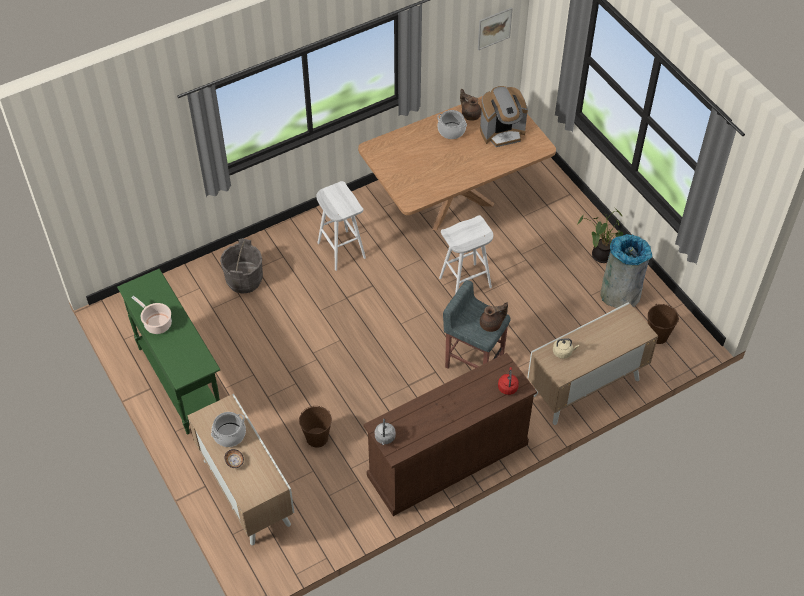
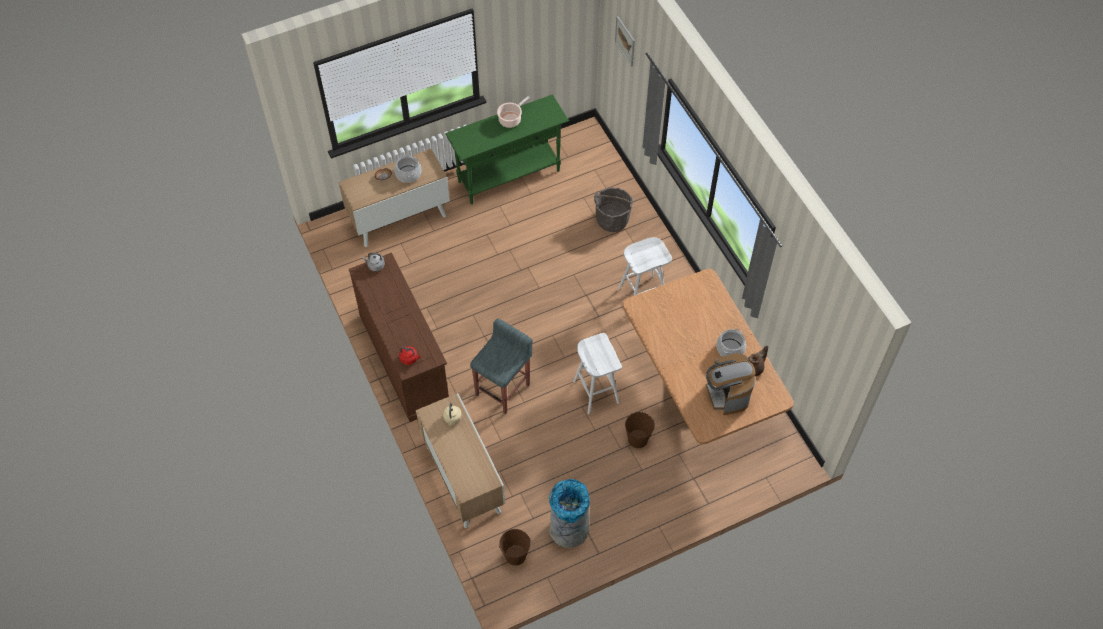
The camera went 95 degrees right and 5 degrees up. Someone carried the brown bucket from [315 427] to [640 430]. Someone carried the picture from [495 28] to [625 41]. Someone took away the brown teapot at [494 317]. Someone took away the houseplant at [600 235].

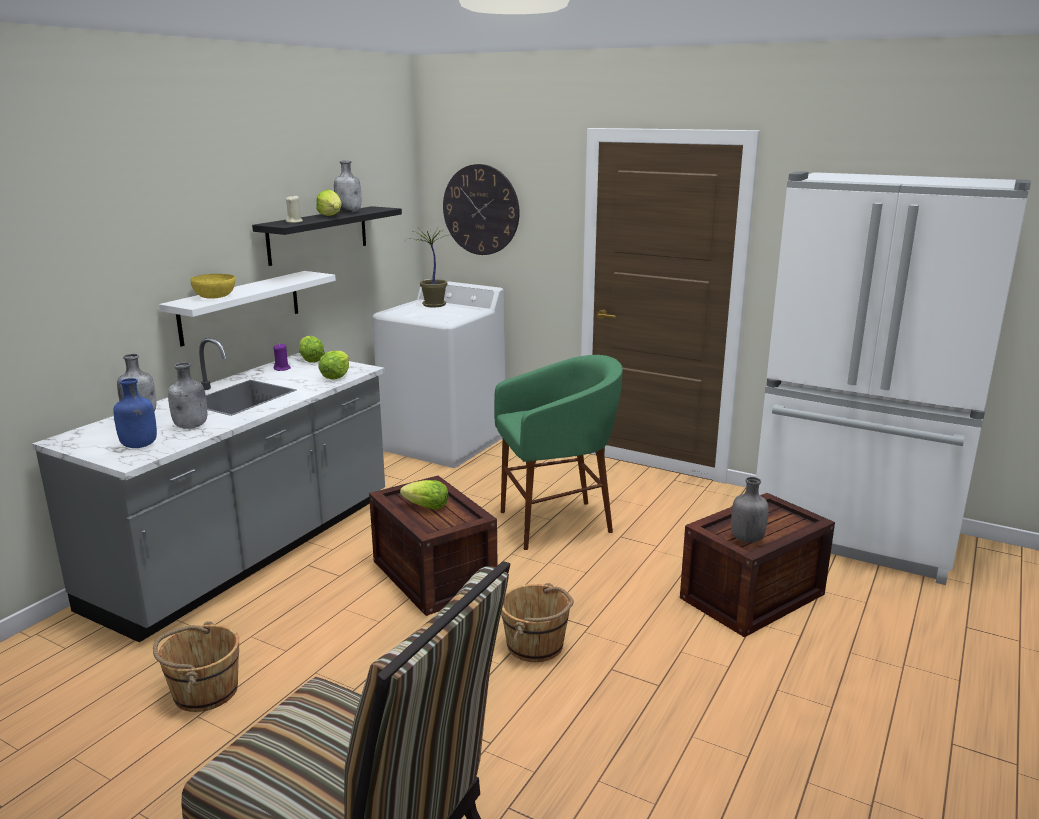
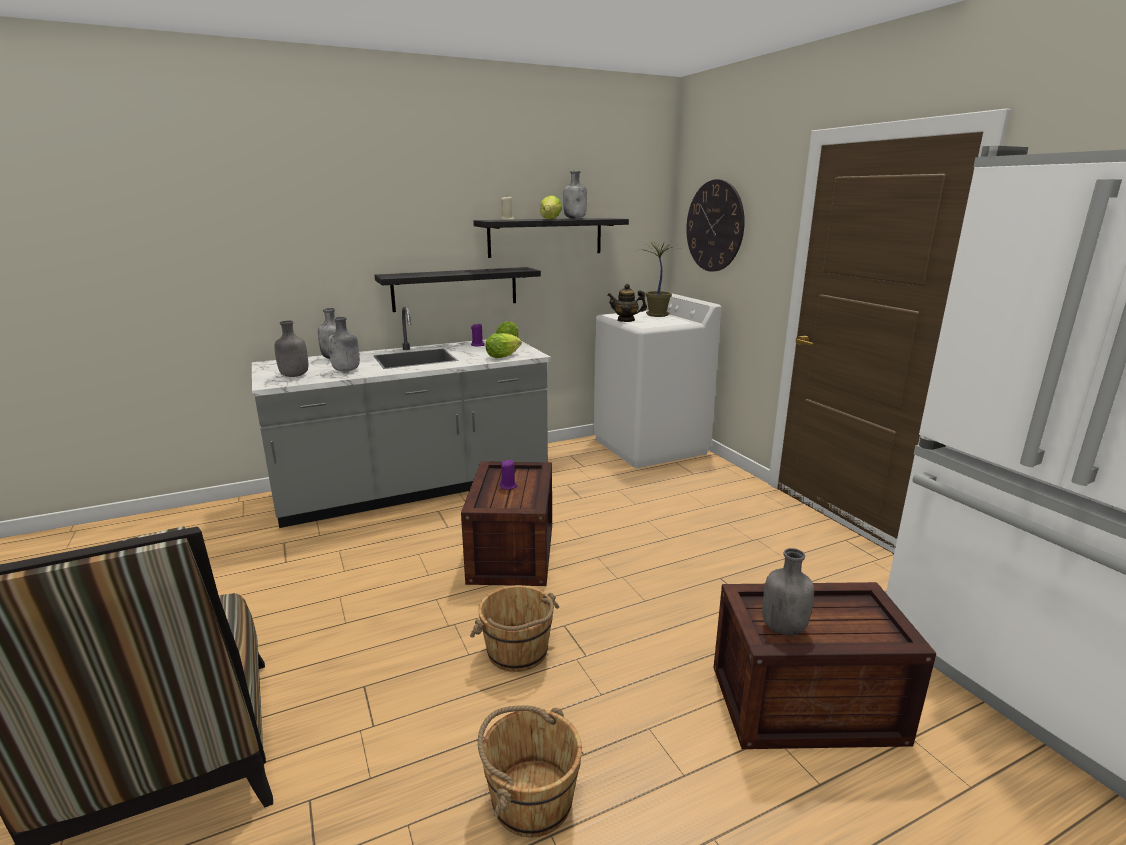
The camera went 35 degrees right and 0 degrees up. Someone repainted the blue-coloured drink bottle at [135 413], which became the grey drink bottle at [291 349]. Someone carried the brown bucket from [196 666] to [530 771]. Someone repainted the whitish shelf at [247 309], which became the blackish shelf at [458 289]. Someone took away the yellow bowl at [212 286]. Someone swapped the lettuce head at [424 495] for the purple-coloured wax candle at [508 475]. Someone took away the green-coloured sitting stool at [558 452]. Someone put down the teapot at [627 303].

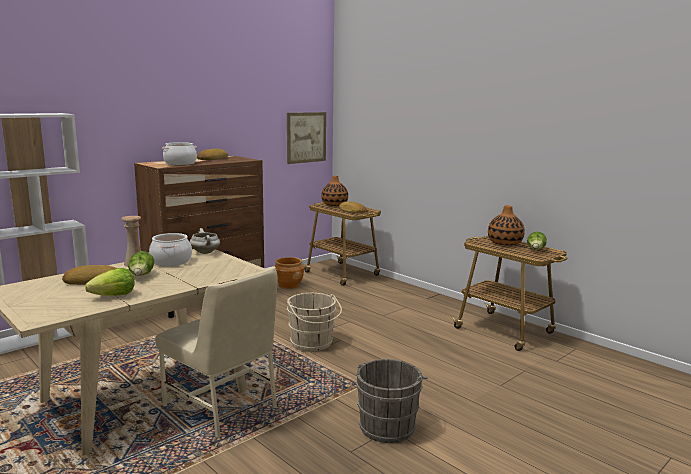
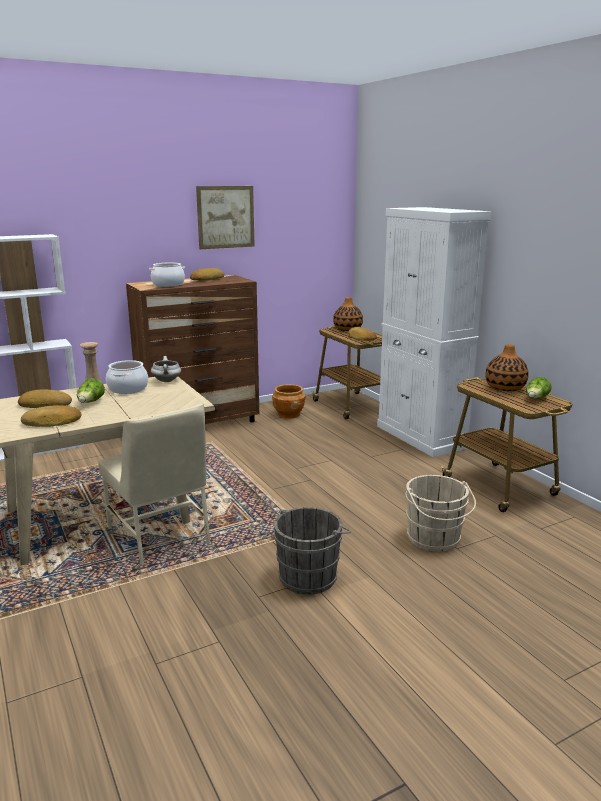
The camera went 15 degrees right and 5 degrees up. Someone swapped the lettuce head at [109 282] for the baked bread at [51 416]. Someone carried the sand-coloured bucket from [314 322] to [440 513]. Someone carried the picture from [306 138] to [225 217]. Someone put down the whitish storage cabinet at [434 332].

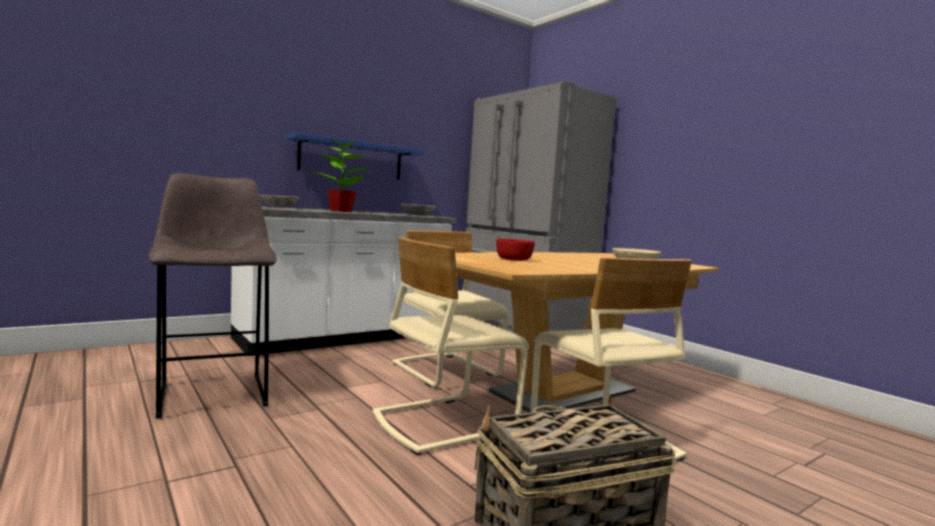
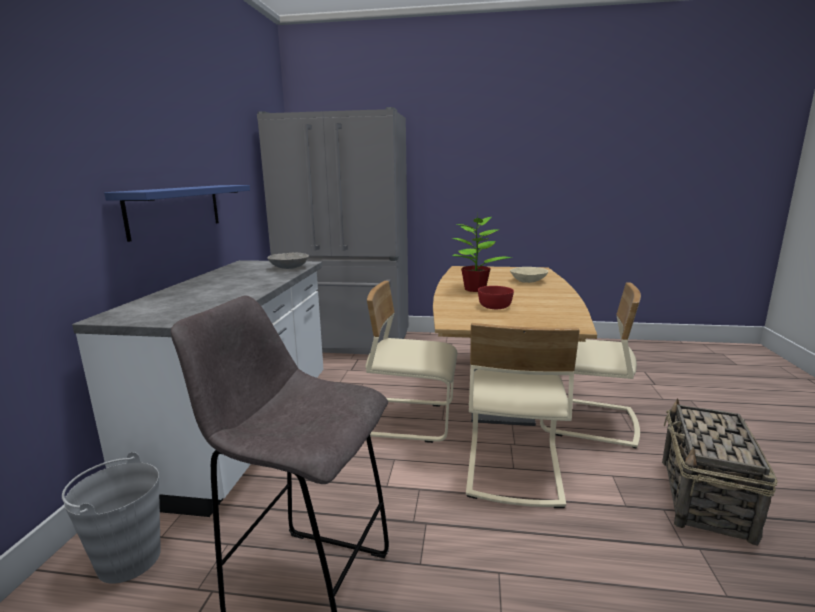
The camera went 45 degrees left and 10 degrees up. Someone took away the grey bowl at [279 201]. Someone carried the houseplant from [341 175] to [482 252]. Someone put down the grey bucket at [111 518].

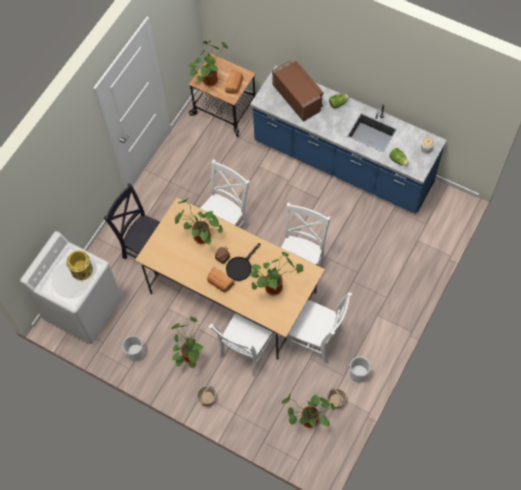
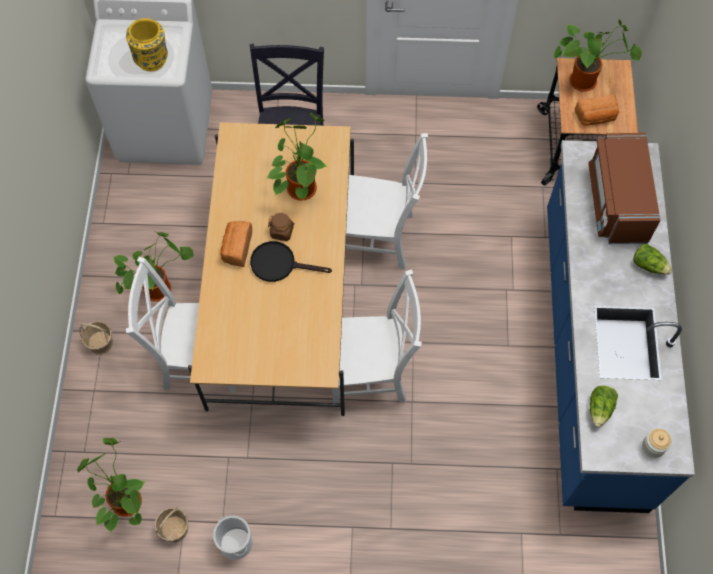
The camera went 60 degrees right and 0 degrees up. Someone took away the bucket at [133 348]. Someone took away the houseplant at [277 274]. Someone rotated the brown microwave at [298 91] by 150 degrees clockwise. Someone took away the whitish chair at [319 328].

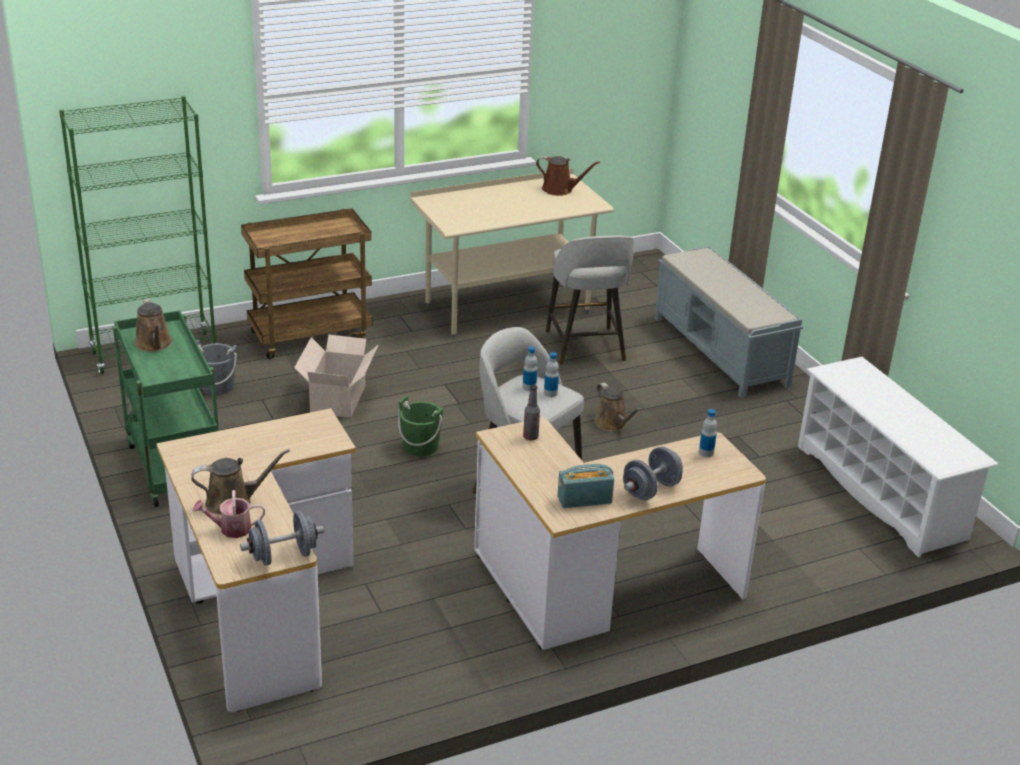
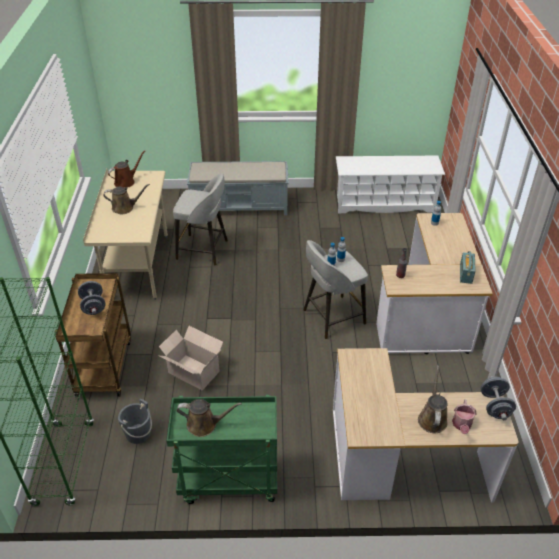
The camera went 65 degrees left and 10 degrees up. Someone took away the green-coloured bucket at [421 426]. Someone carried the brown sprinkling can from [618 407] to [126 199]. Someone carried the grey hand weight from [653 473] to [92 298].

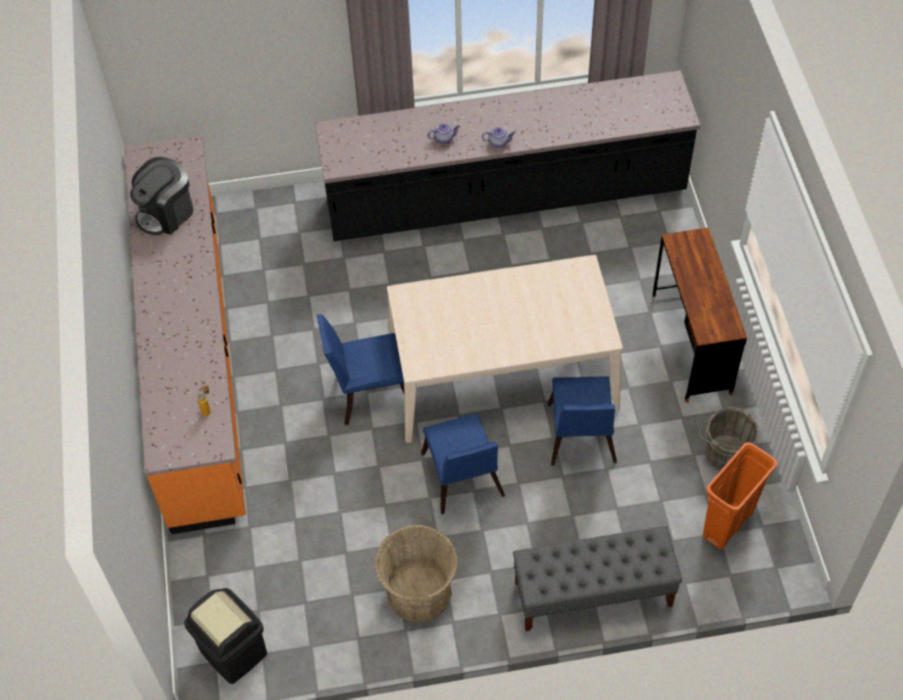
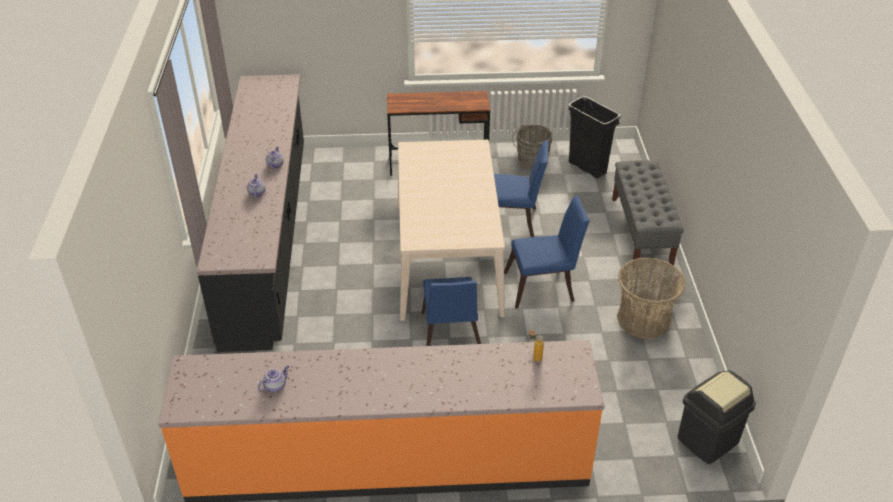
The camera went 85 degrees left and 15 degrees down. Someone swapped the coffee machine at [161 196] for the teapot at [273 379]. Someone repainted the orange-coloured rubbish bin at [740 496], which became the blackish rubbish bin at [595 137].

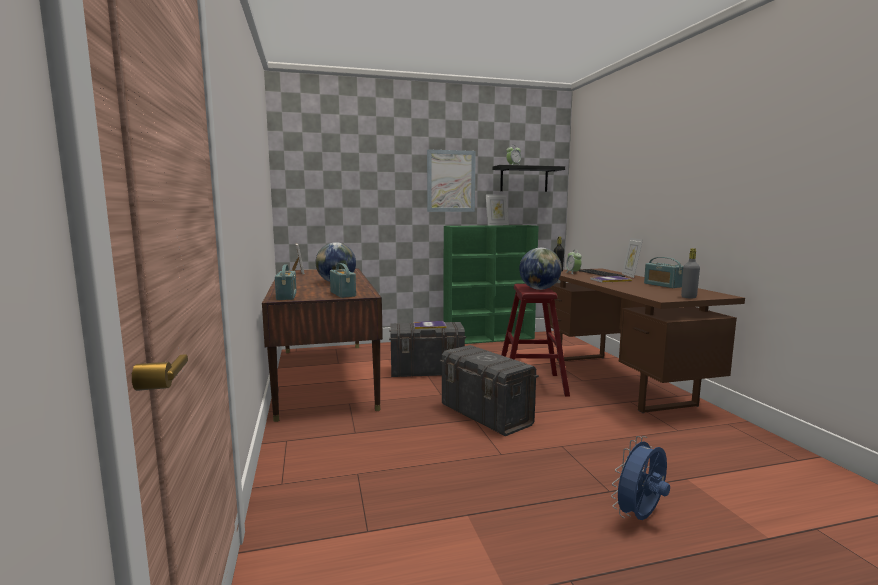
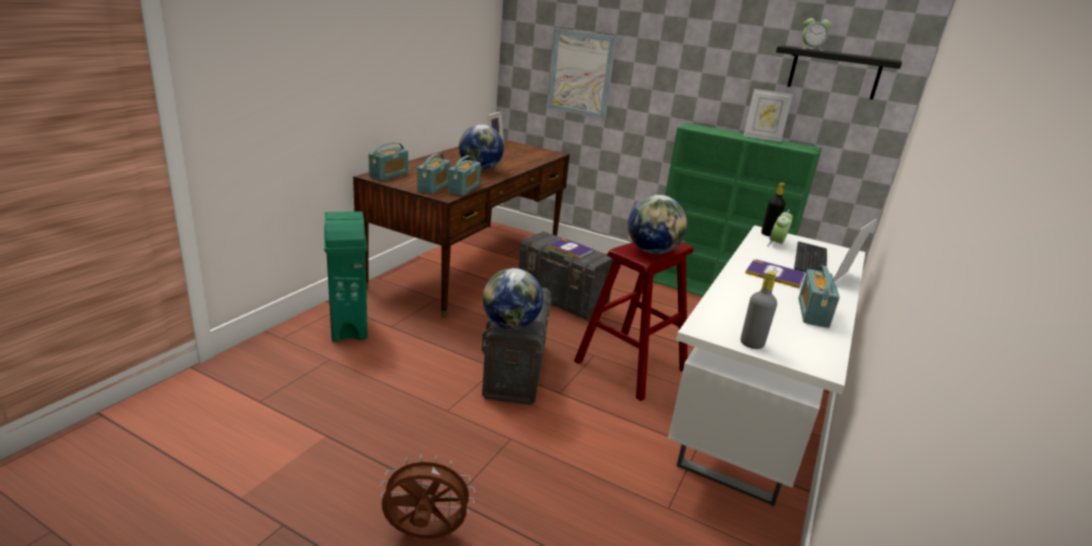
The camera went 40 degrees right and 15 degrees up. Someone carried the picture from [451 180] to [582 73]. Someone repainted the brown desk at [646 340], which became the whitish desk at [766 366]. Someone repainted the blue-coloured cooling fan at [640 478], which became the brown cooling fan at [427 496]. Someone put down the green-coloured rubbish bin at [346 276]. Someone put down the radio set at [464 175]. Someone put down the desk globe at [513 299].

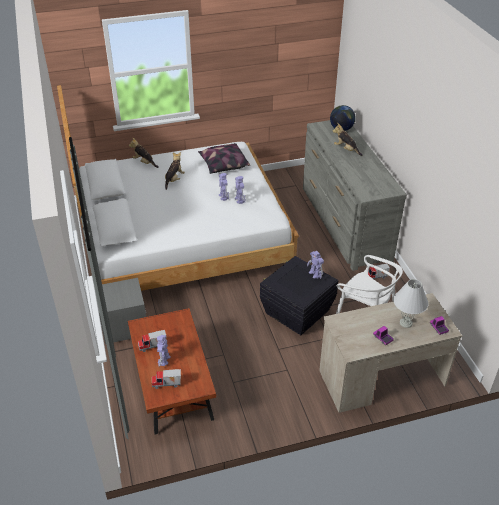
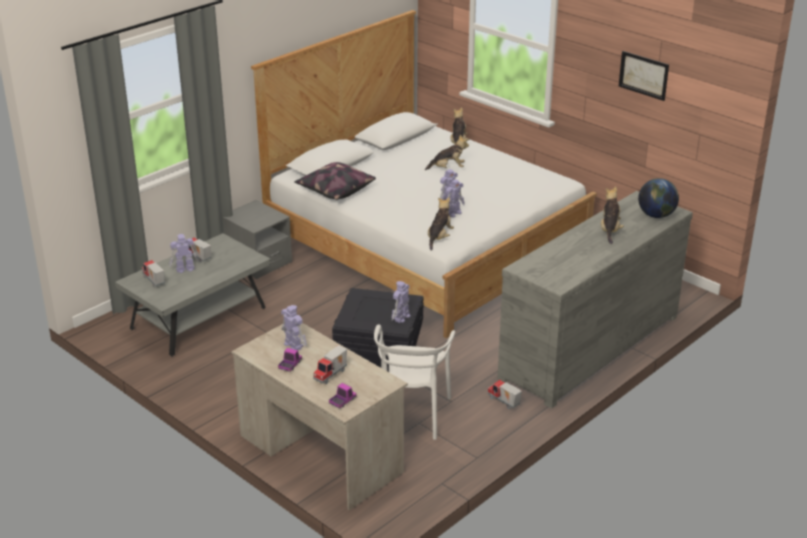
The camera went 60 degrees right and 10 degrees down. Someone repainted the brown coffee table at [172 371], which became the grey coffee table at [193 295]. Someone carried the throw pillow from [224 158] to [335 181]. Someone swapped the whitish lamp for a table at [411 303] for the model truck at [330 364]. Someone put down the robot figure at [294 327]. Someone put down the plush toy at [441 224]. Someone put up the picture at [644 76].

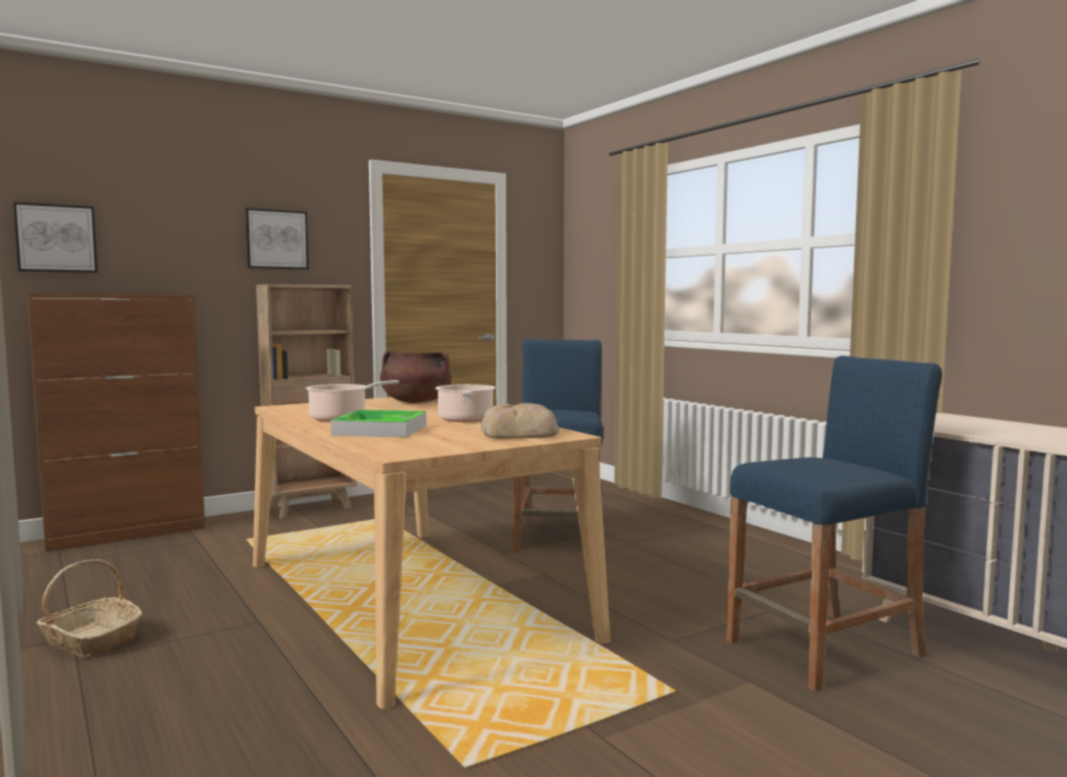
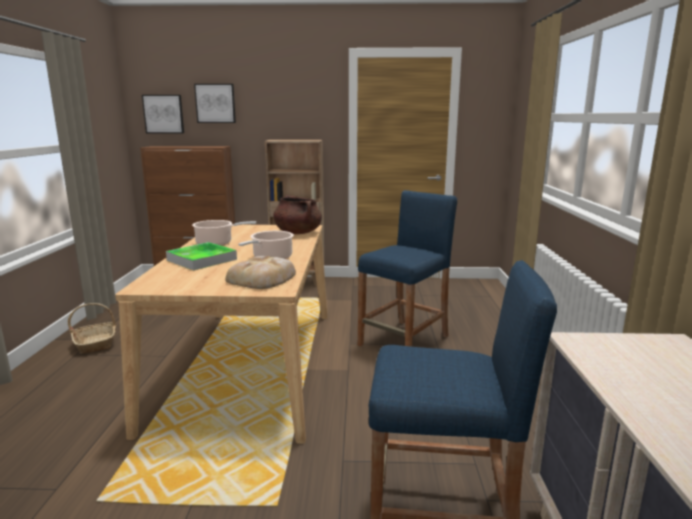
The camera went 35 degrees right and 10 degrees up. Someone carried the picture from [277 238] to [215 103].

